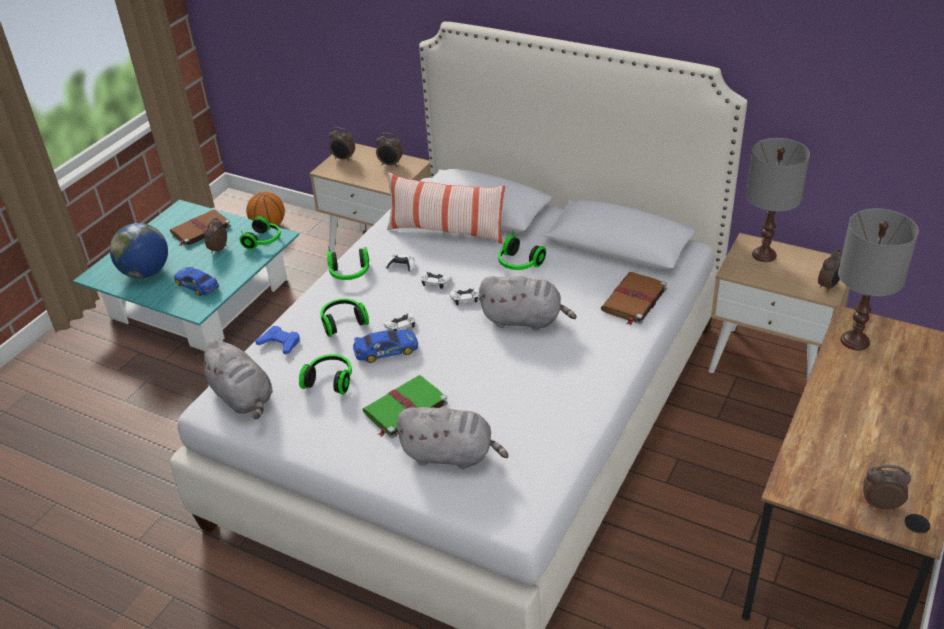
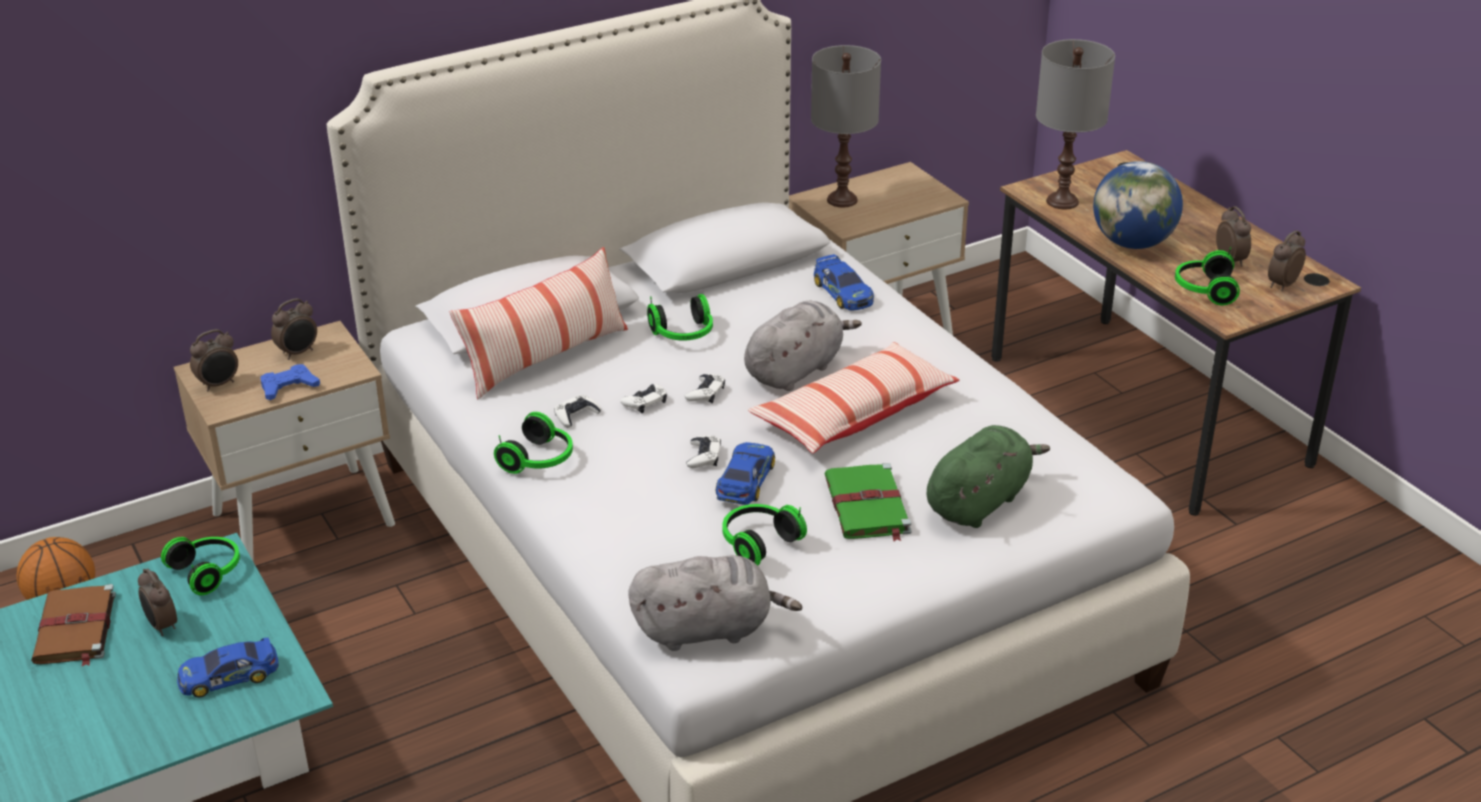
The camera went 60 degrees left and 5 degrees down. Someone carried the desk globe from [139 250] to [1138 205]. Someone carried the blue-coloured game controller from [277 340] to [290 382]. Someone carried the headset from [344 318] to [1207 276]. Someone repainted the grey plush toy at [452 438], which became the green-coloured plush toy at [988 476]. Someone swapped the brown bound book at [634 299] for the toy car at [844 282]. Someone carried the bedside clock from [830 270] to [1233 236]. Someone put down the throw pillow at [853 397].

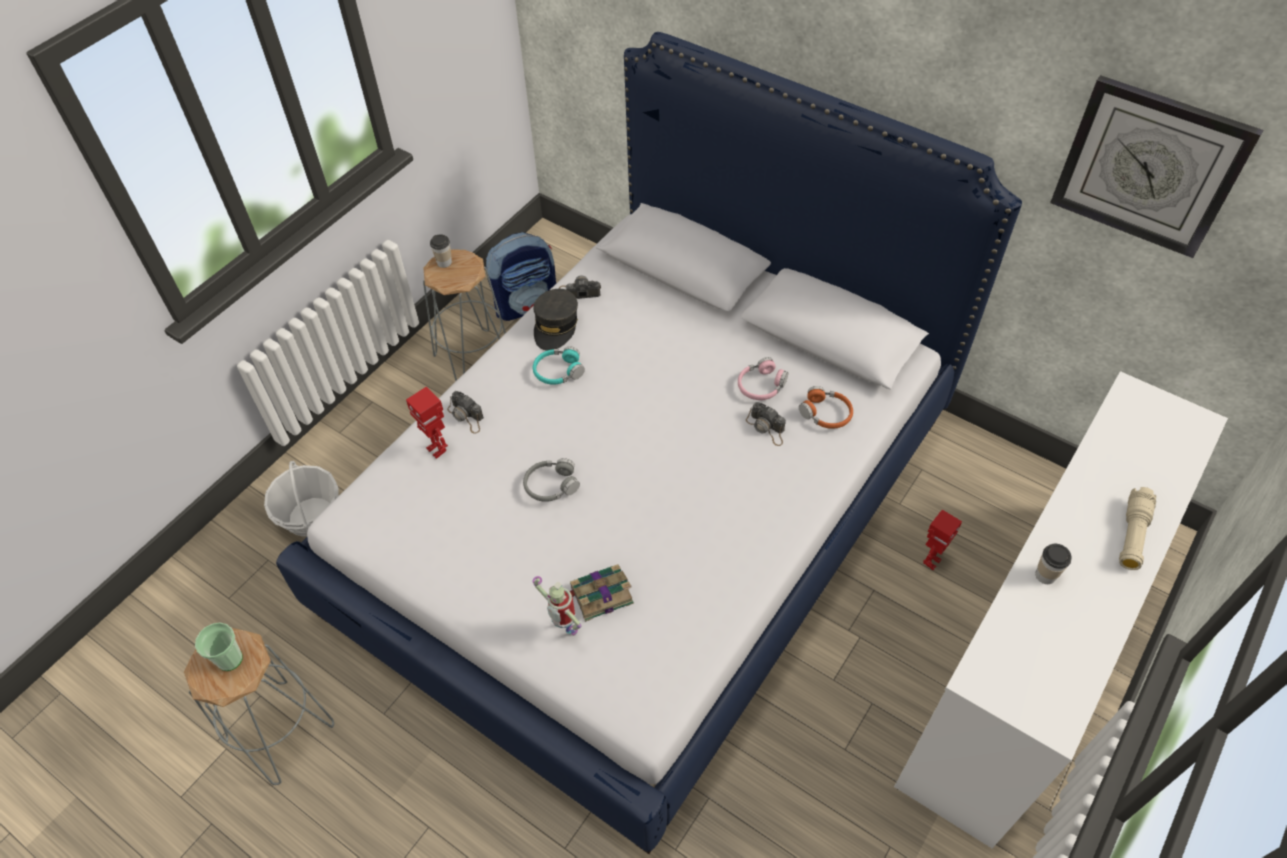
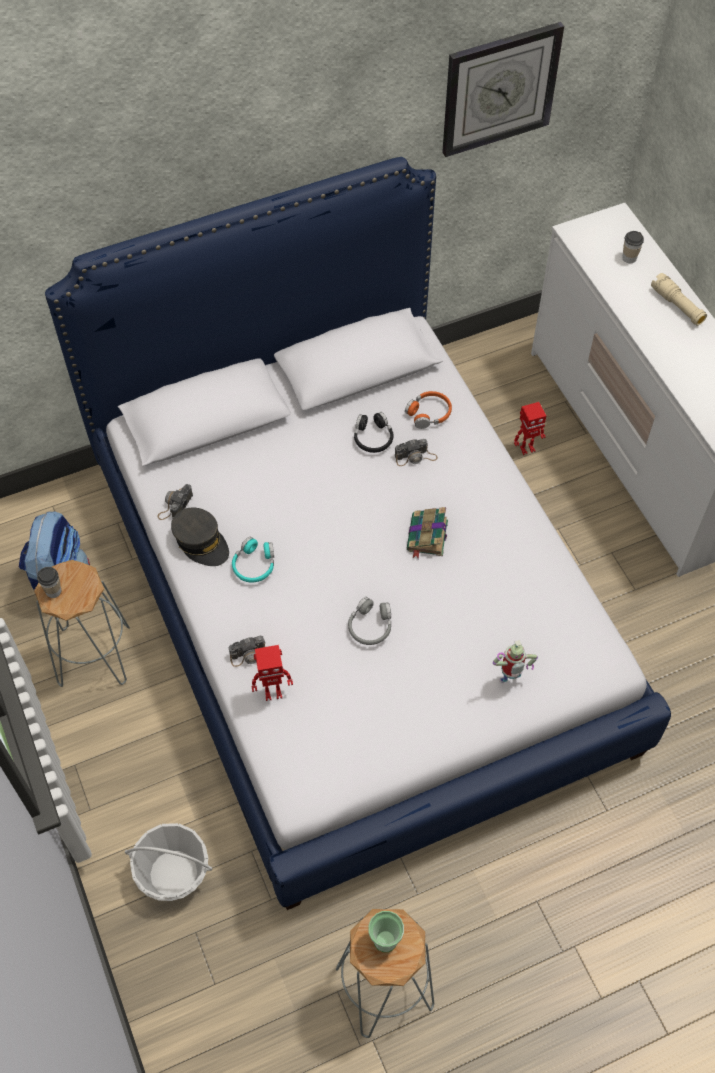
The camera went 60 degrees left and 5 degrees up. Someone carried the bound book from [602 593] to [427 533]. Someone repainted the pinkish headset at [763 378], which became the blackish headset at [374 432]. Someone rotated the robot figure at [942 540] by 90 degrees clockwise. Someone carried the small cup from [1053 564] to [633 247].

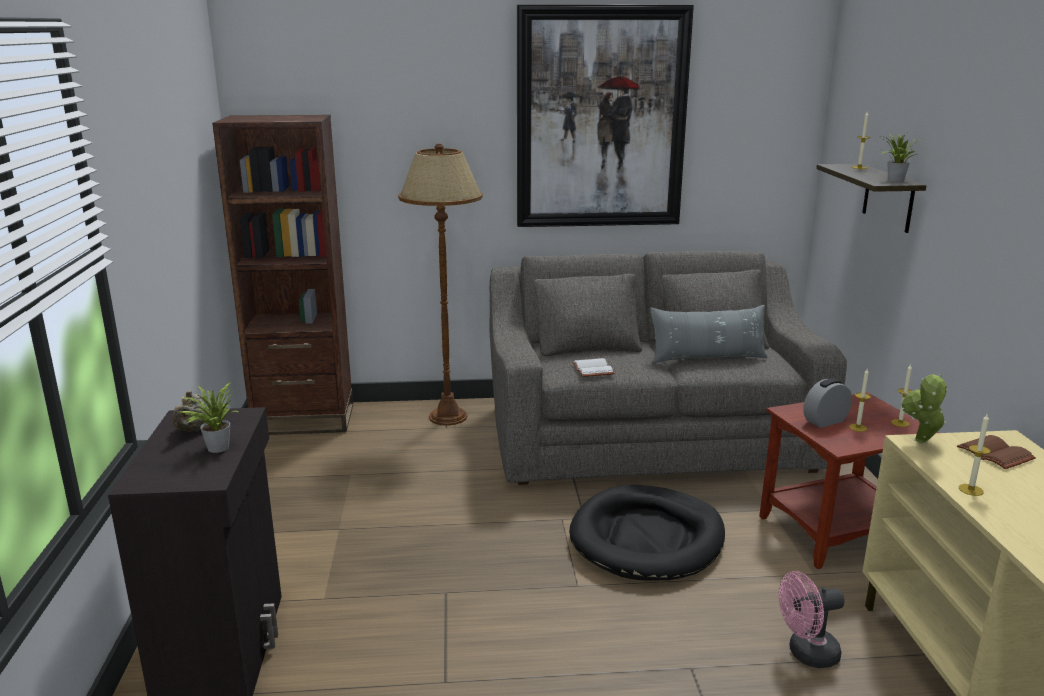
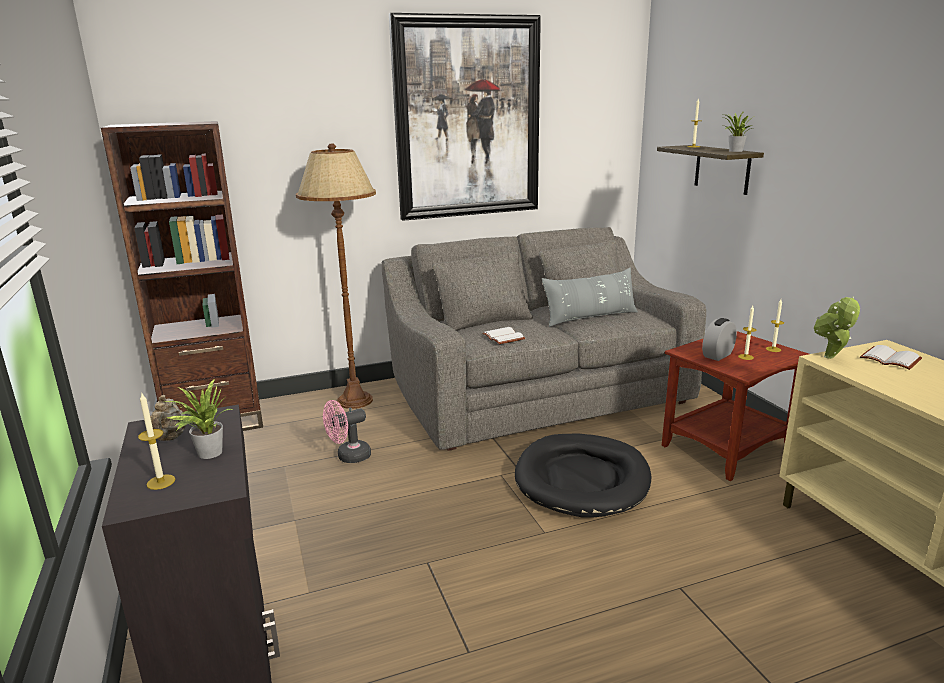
The camera went 15 degrees left and 0 degrees up. Someone carried the pinkish cooling fan from [811 619] to [347 431]. Someone repainted the brown bound book at [996 452], which became the whitish bound book at [891 357]. Someone carried the wax candle from [975 455] to [156 441].

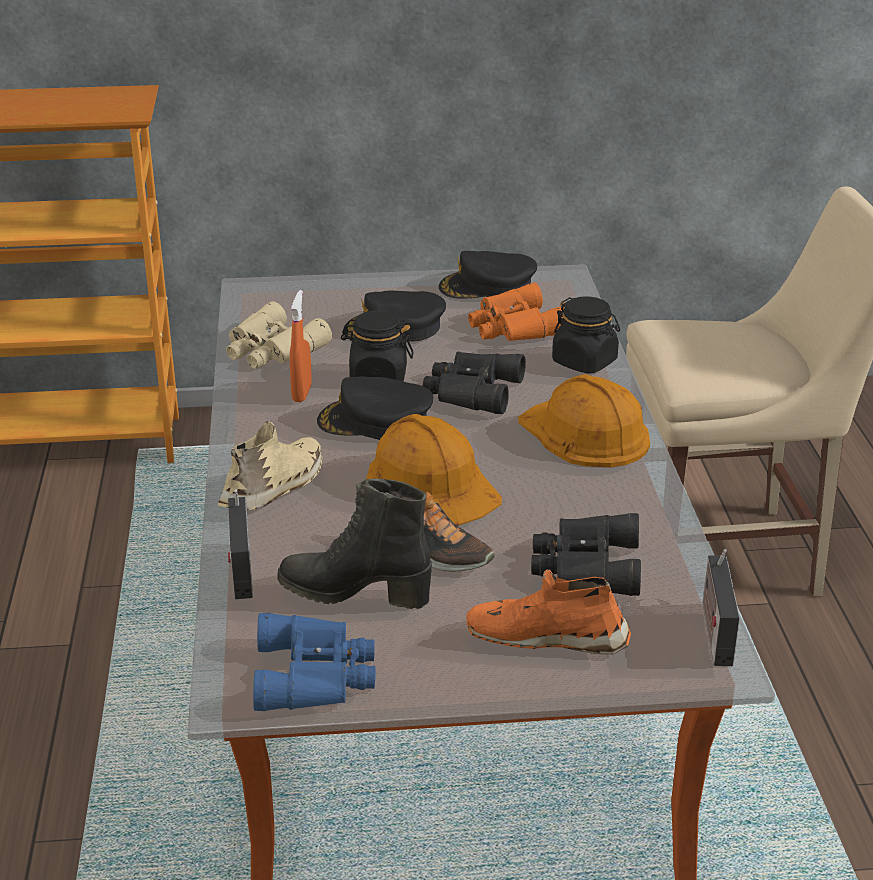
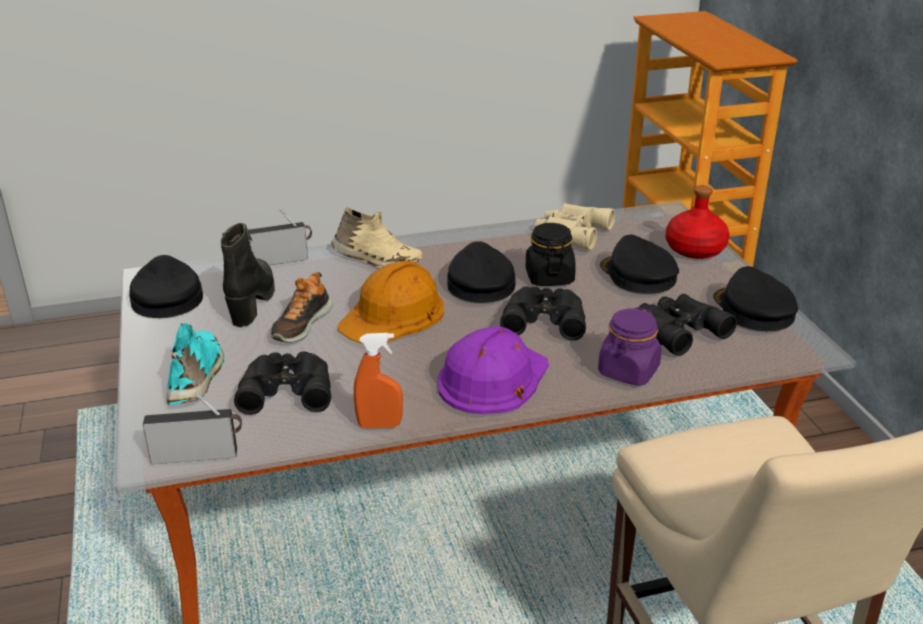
The camera went 80 degrees right and 0 degrees up. Someone swapped the blue-coloured field glasses at [314 662] for the blackish peaked cap at [166 286]. Someone carried the orange-coloured sprayer from [301 346] to [378 380]. Someone repainted the orange-coloured item of footwear at [548 611], which became the turquoise-coloured item of footwear at [195 364]. Someone repainted the orange-coloured field glasses at [515 312], which became the blackish field glasses at [688 325]. Someone repainted the orange-coloured safety helmet at [584 420], which became the purple-coloured safety helmet at [493 370]. Someone repainted the blackish storage jar at [586 335], which became the purple-coloured storage jar at [630 346]. Someone put down the red drink bottle at [697 222].

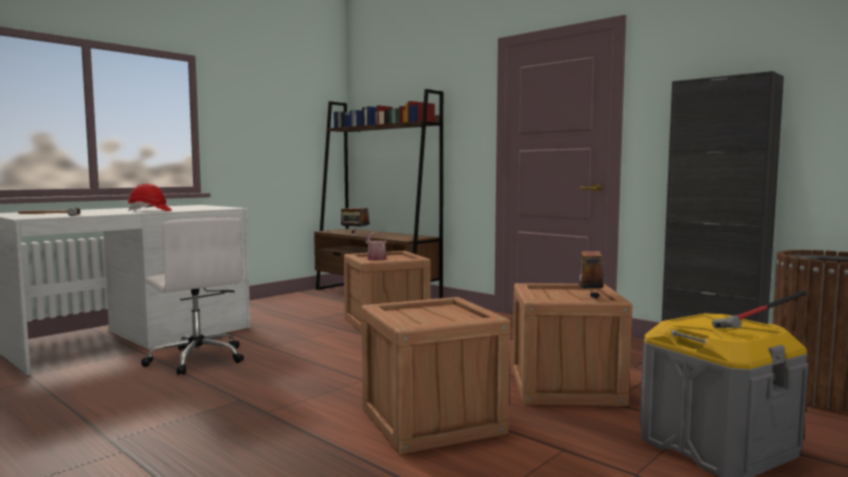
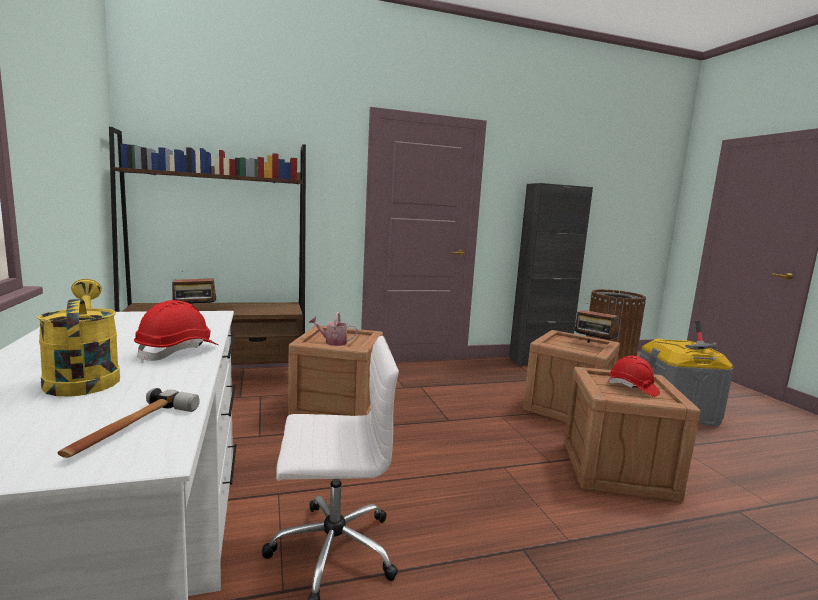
The camera went 60 degrees left and 5 degrees up. Someone put down the yellow sprinkling can at [78 337]. Someone put down the red safety helmet at [634 376].

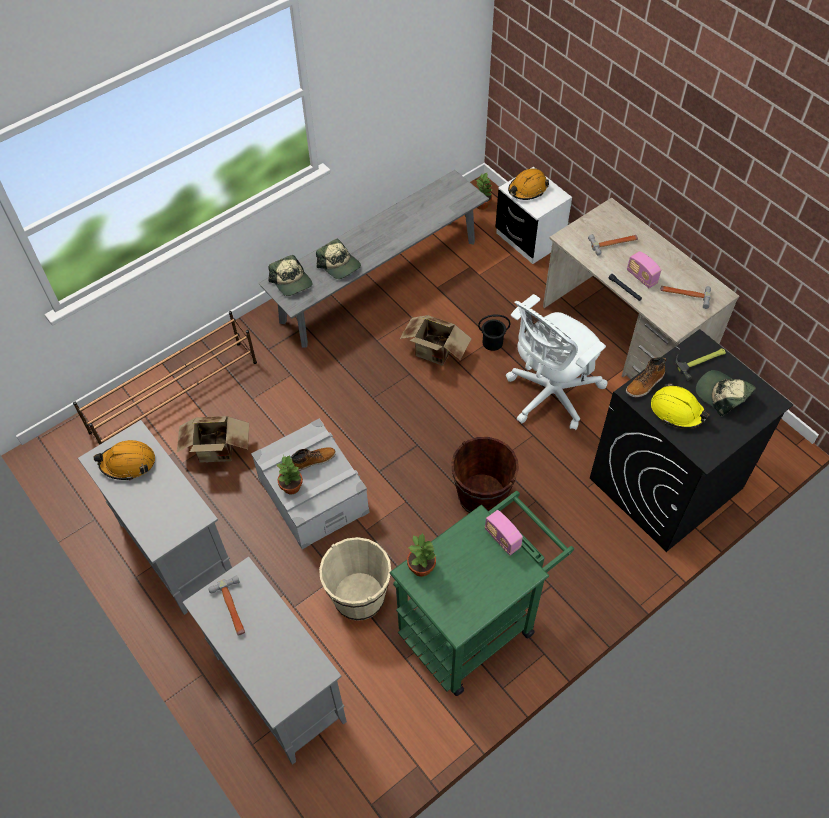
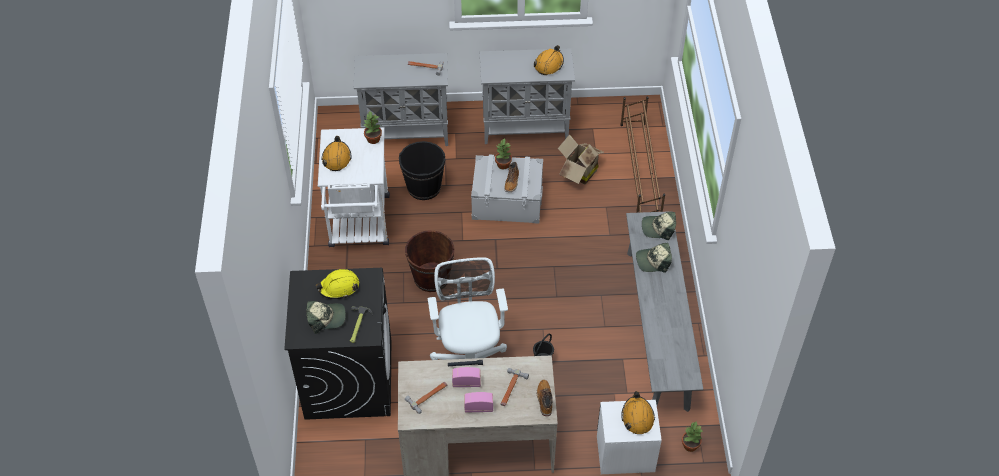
The camera went 125 degrees right and 5 degrees down. Someone repainted the sand-coloured bucket at [355 579], which became the blackish bucket at [422 170]. Someone repainted the green-coloured cart at [481 593], which became the whitish cart at [354 187]. Someone took away the cardboard box at [436 340]. Someone carried the radio set from [504 533] to [478 402]. Someone carried the boot from [646 377] to [545 398]. Someone put down the orange-coloured safety helmet at [336 153].

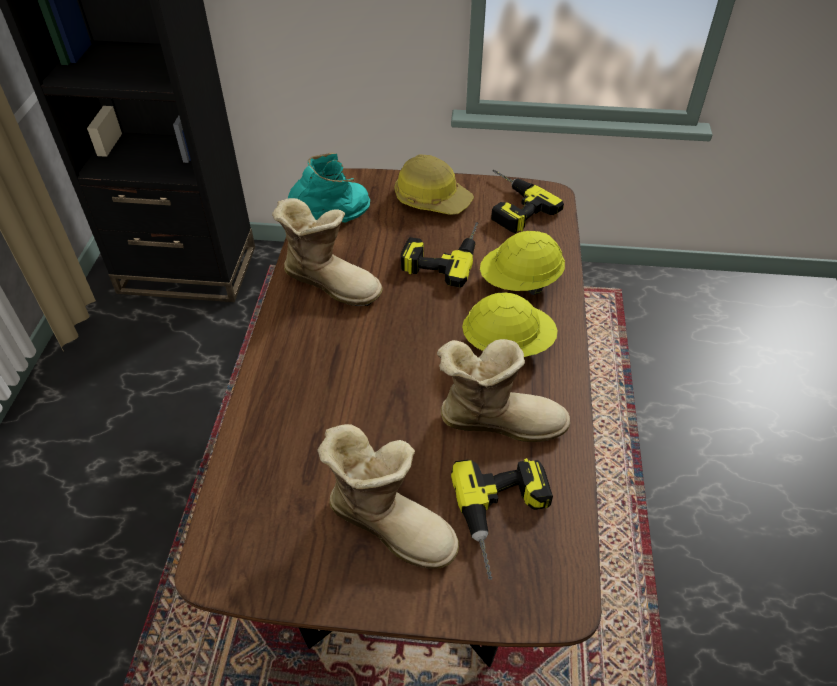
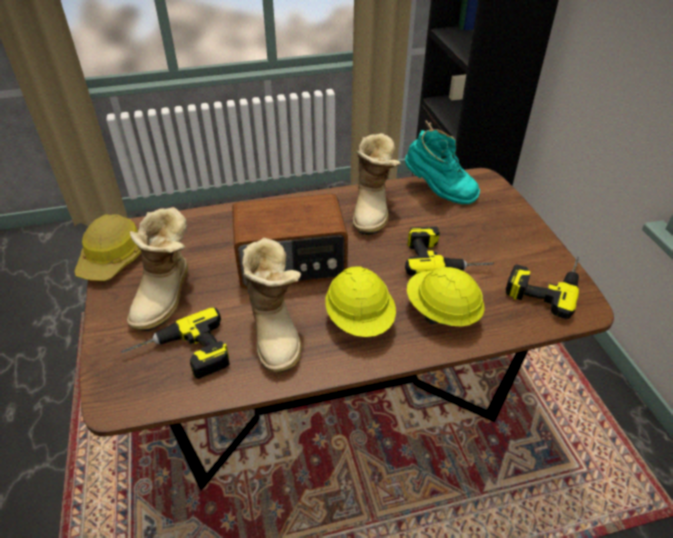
The camera went 70 degrees right and 5 degrees down. Someone carried the safety helmet from [434 184] to [108 247]. Someone put down the radio set at [290 241].

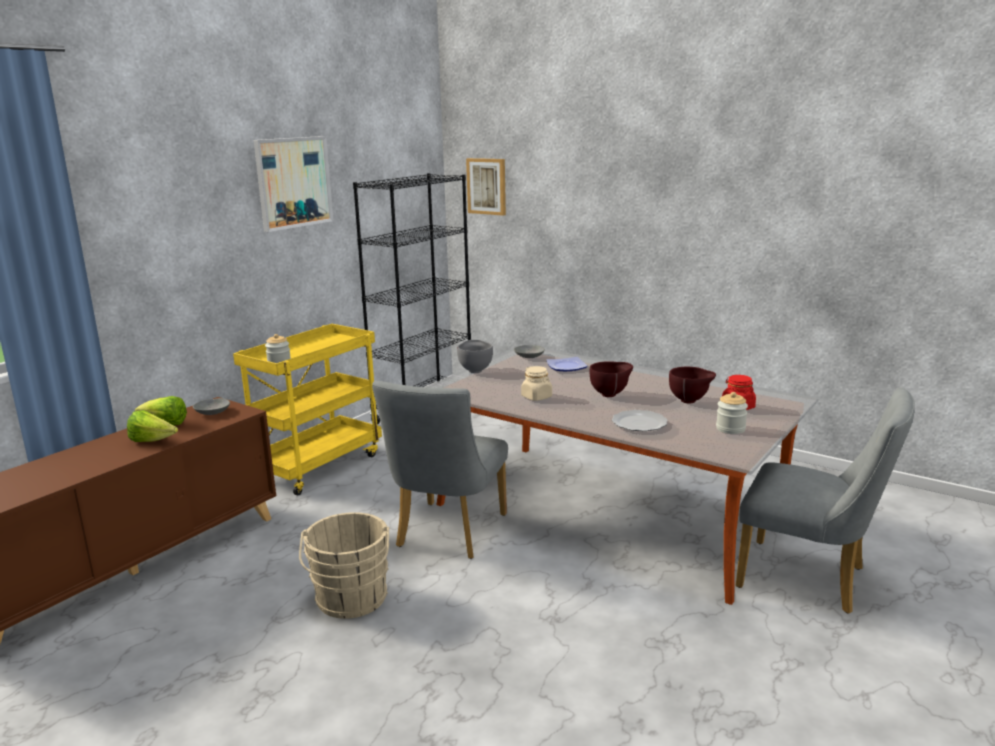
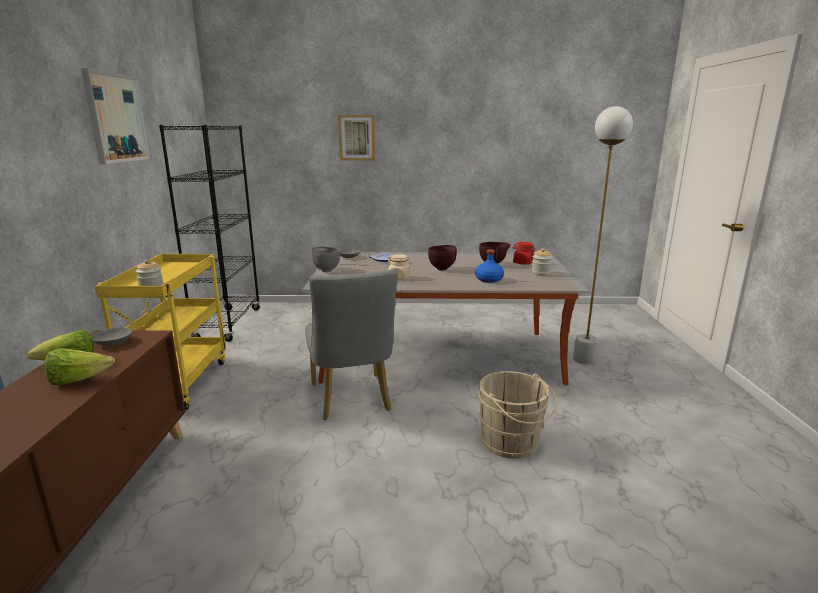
The camera went 35 degrees left and 0 degrees up. Someone carried the sand-coloured bucket from [344 565] to [517 415]. Someone carried the picture from [486 187] to [356 137]. Someone swapped the flat dish at [640 420] for the blue-coloured drink bottle at [489 266]. Someone swapped the grey chair at [825 500] for the whitish floor lamp at [603 235].

